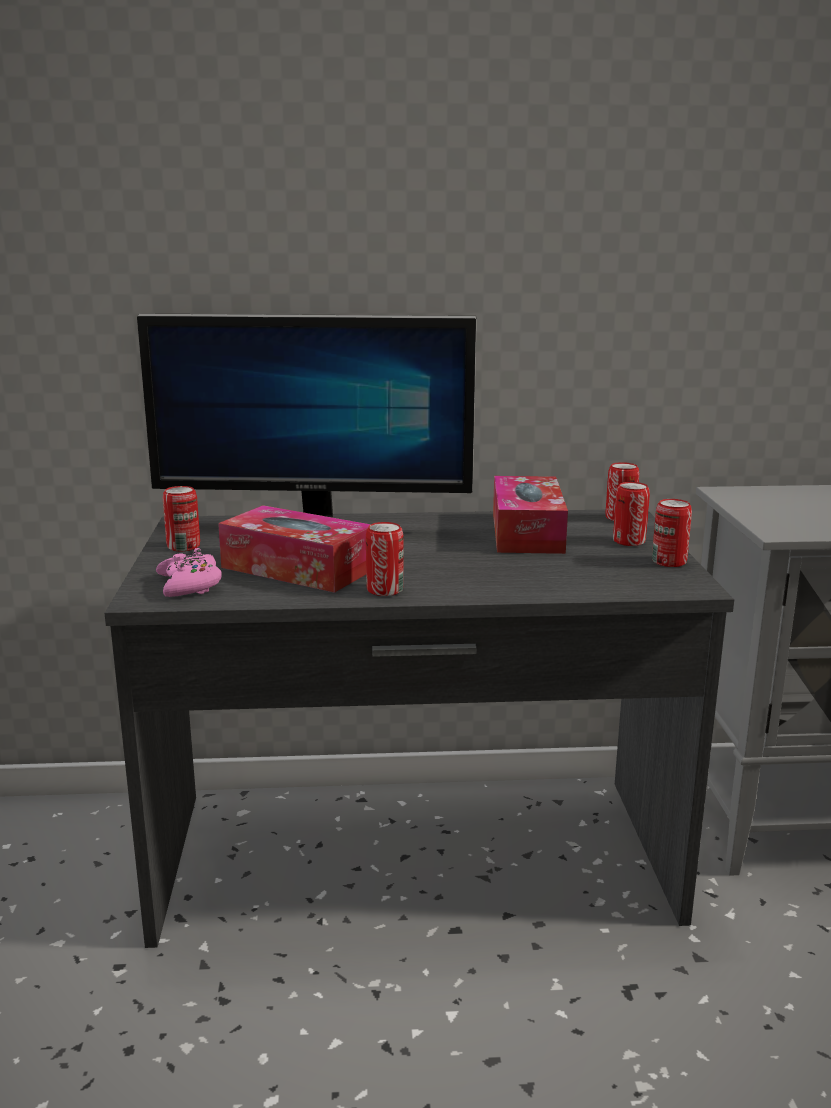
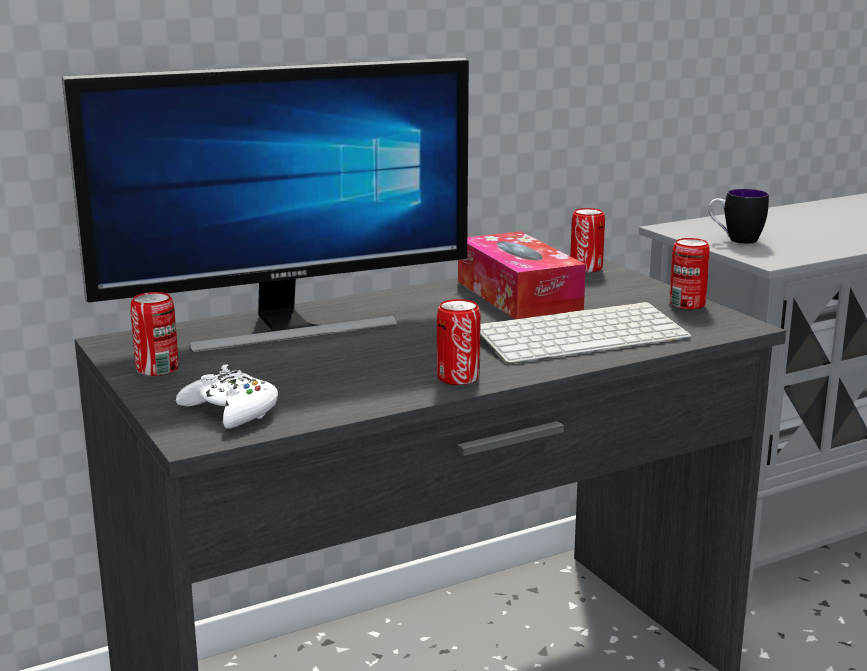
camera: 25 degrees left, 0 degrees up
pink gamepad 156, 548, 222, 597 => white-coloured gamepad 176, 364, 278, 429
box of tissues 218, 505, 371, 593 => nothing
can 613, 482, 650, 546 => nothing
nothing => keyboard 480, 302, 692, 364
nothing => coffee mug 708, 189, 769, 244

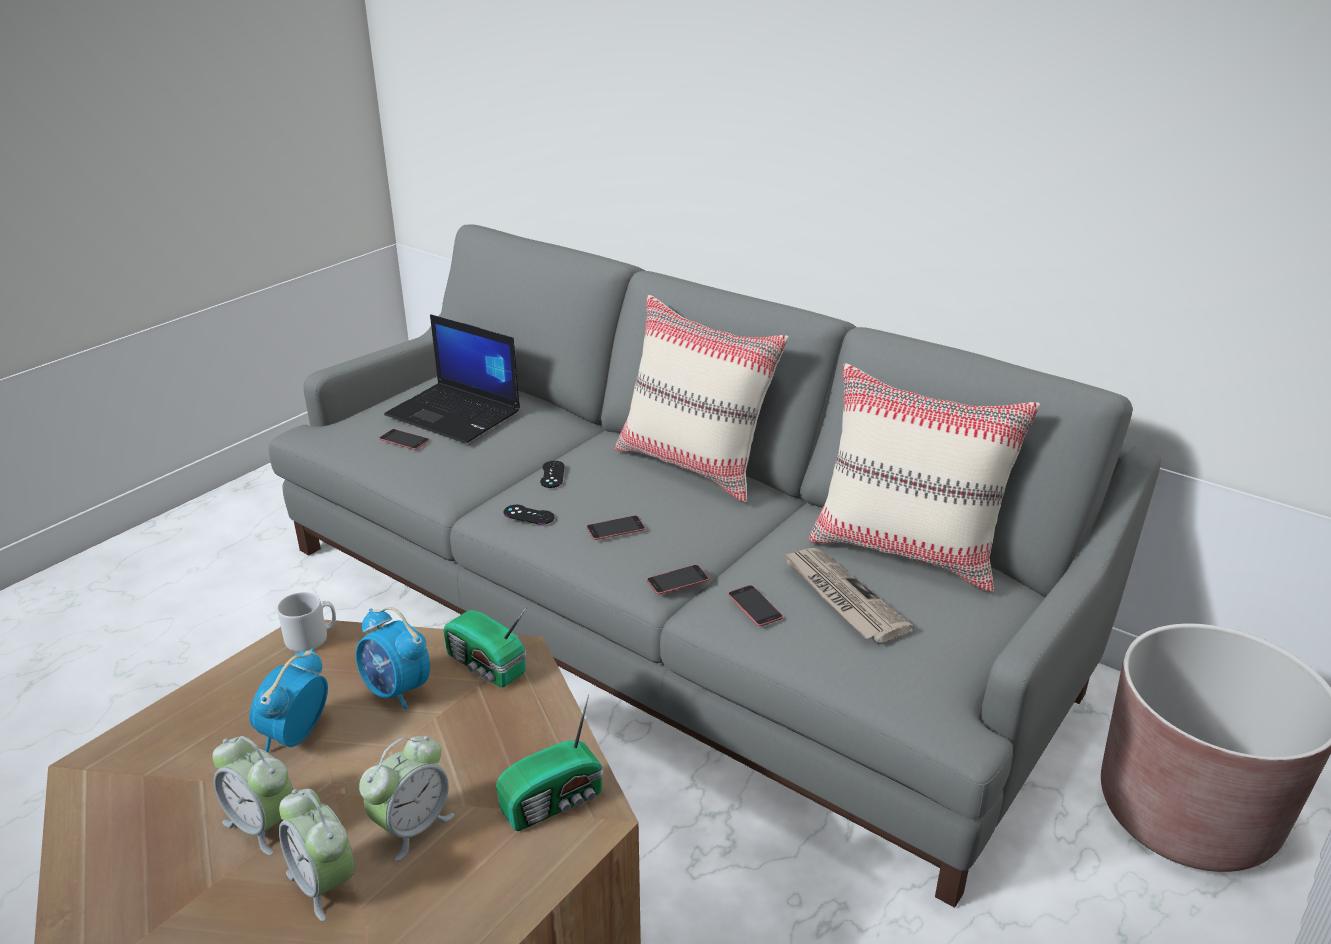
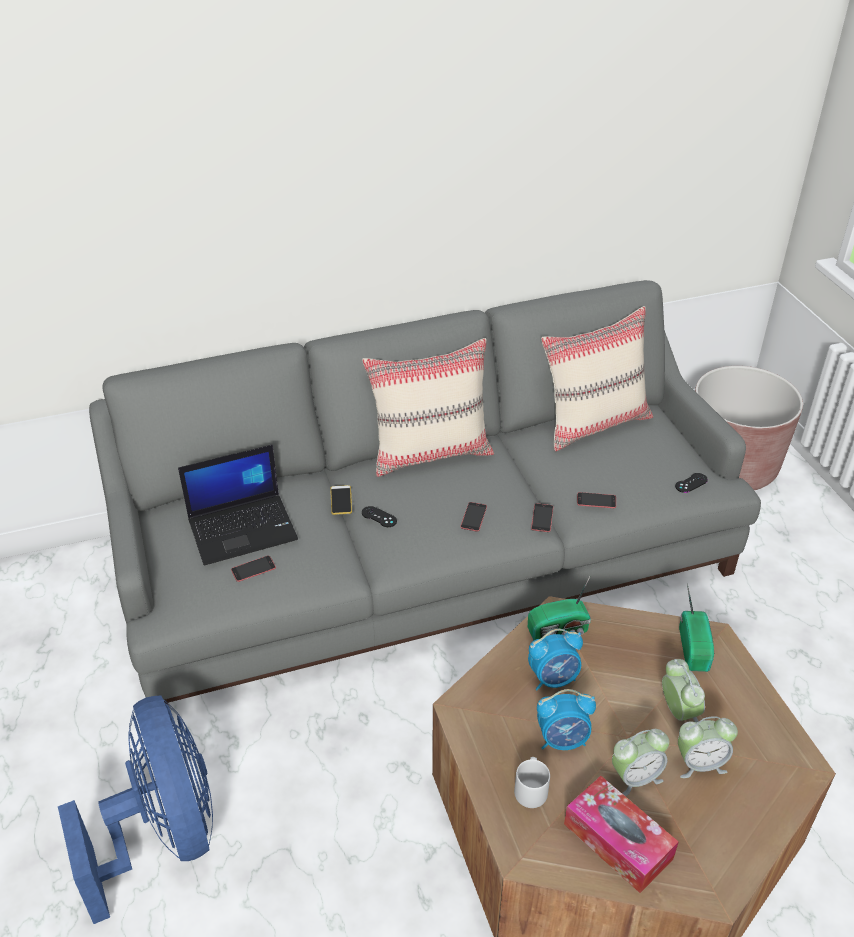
camera: 55 degrees left, 10 degrees up
bedside clock 250, 648, 328, 753 => bedside clock 537, 689, 596, 750, 60 degrees counterclockwise
gray coffee mug 277, 592, 336, 652 => gray coffee mug 514, 757, 550, 808, shifted
black gamepad 504, 505, 554, 525 => black gamepad 675, 473, 708, 493, shifted
printed paper 782, 548, 914, 643 => nothing
nothing => blue-coloured fan 58, 695, 213, 924
nothing => handset 330, 485, 352, 515
nothing => box of tissues 564, 776, 679, 893

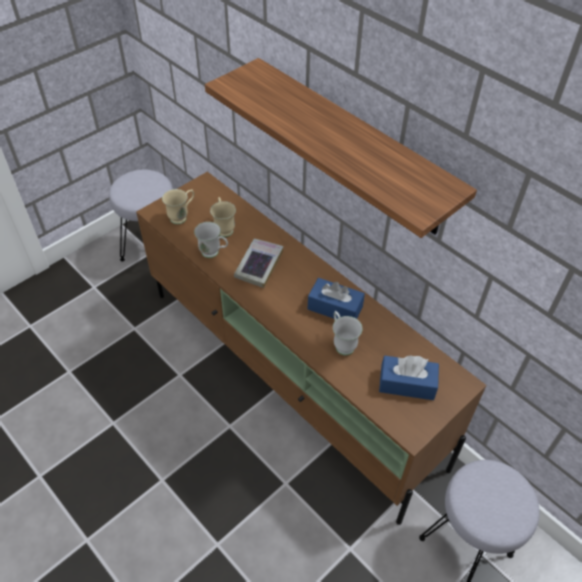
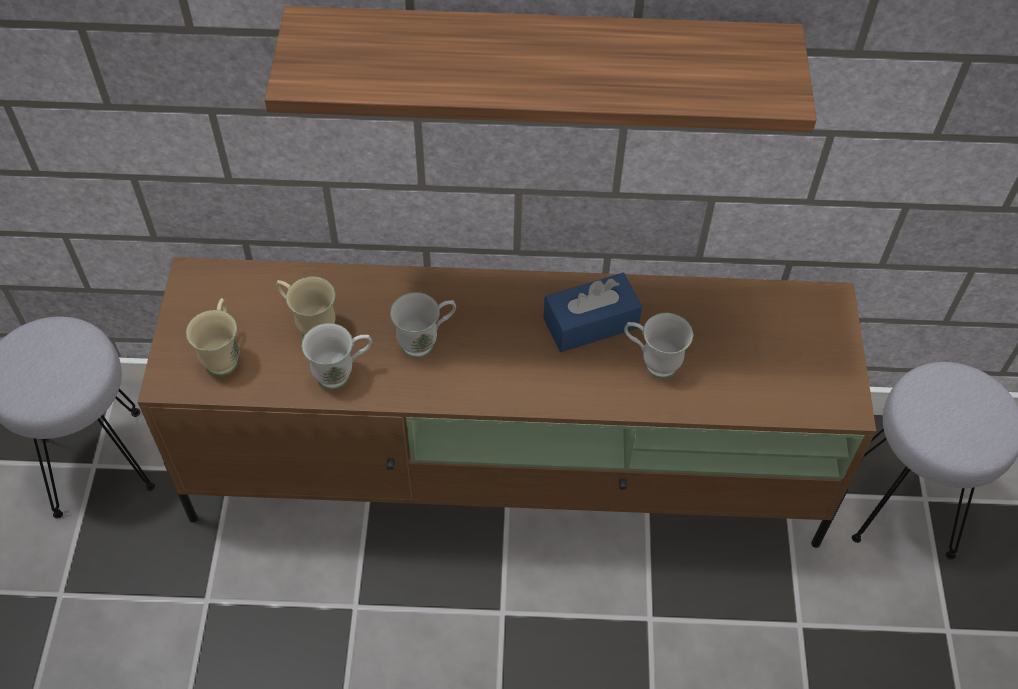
camera: 45 degrees left, 5 degrees up
bound book 234, 239, 283, 288 => white-coloured coffee mug 390, 292, 456, 358
blue-coloured box of tissues 379, 355, 439, 400 => nothing

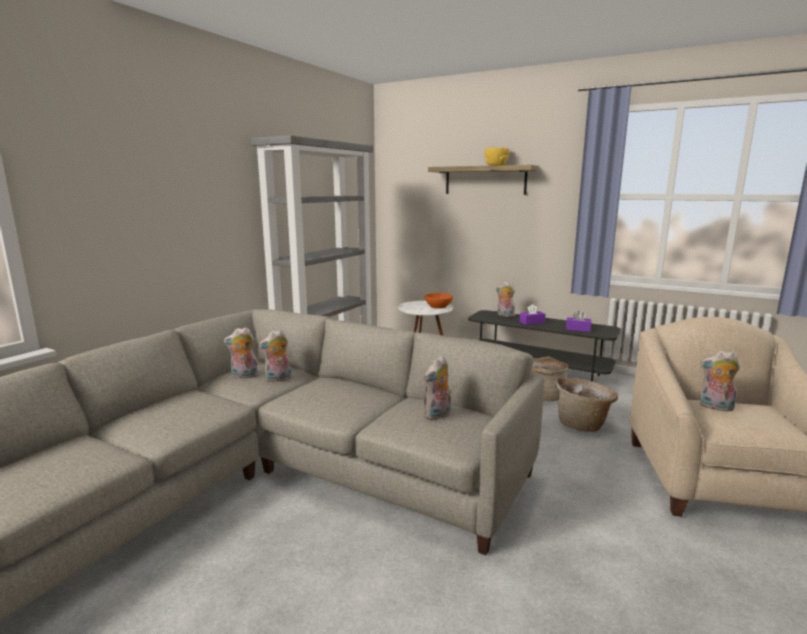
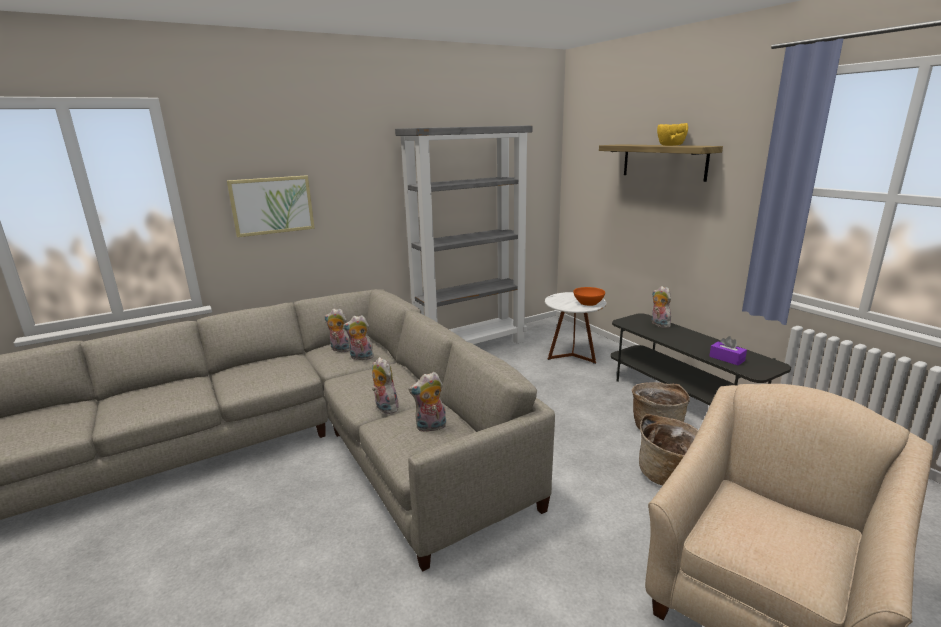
camera: 30 degrees right, 5 degrees up
purplish box of tissues 520, 304, 546, 325 => nothing
plush toy 700, 351, 740, 411 => plush toy 372, 357, 399, 414, shifted
nothing => picture 227, 175, 315, 237

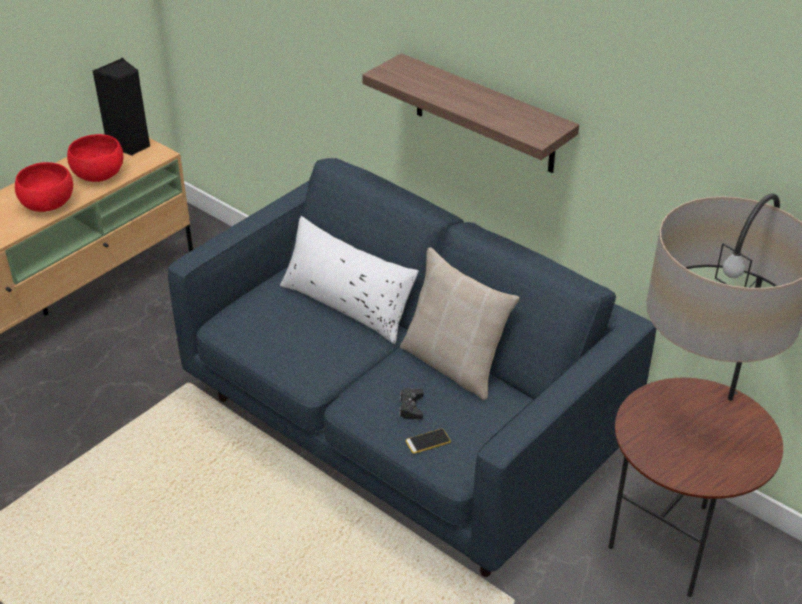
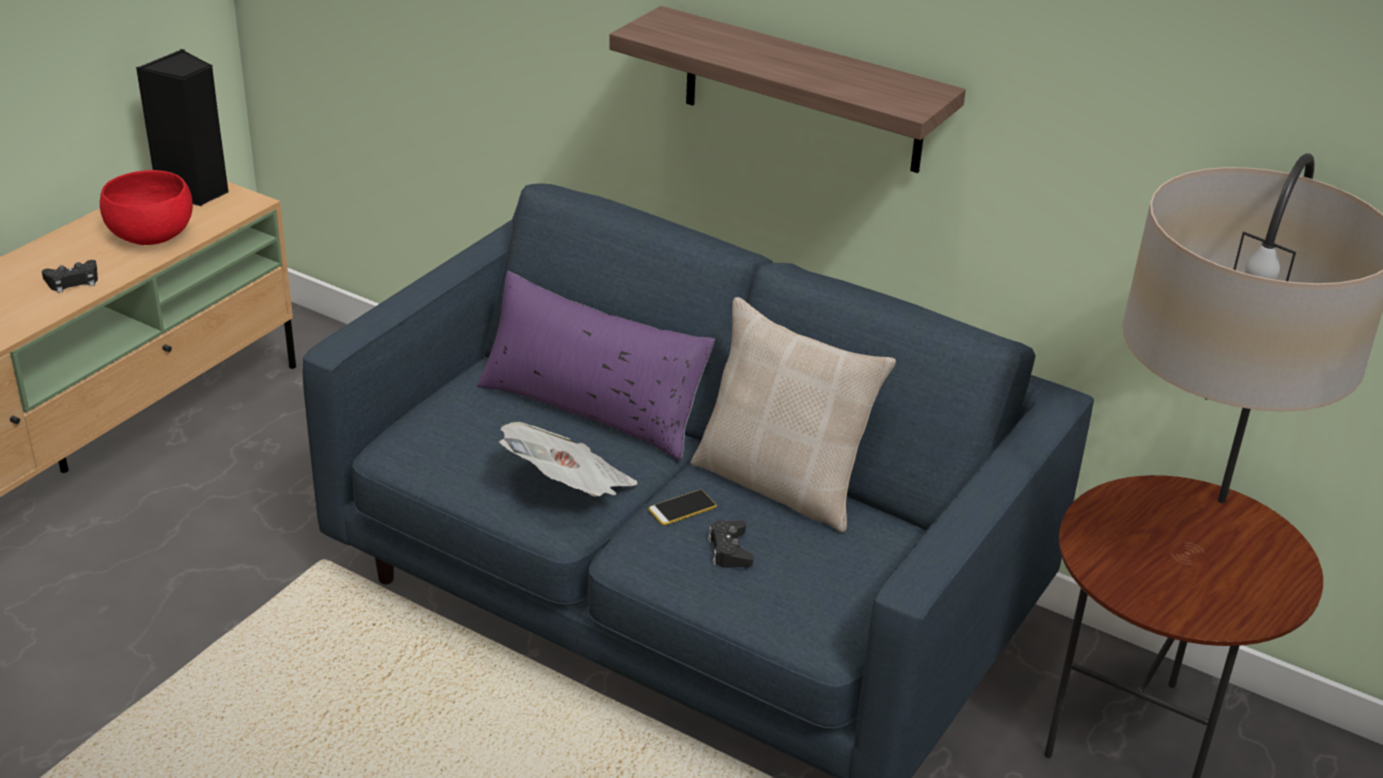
camera: 10 degrees left, 5 degrees down
red-coloured deep dish 15, 162, 73, 212 => black gamepad 42, 260, 98, 293
white-coloured pillow 280, 216, 419, 344 => purplish pillow 477, 271, 715, 460
handset 405, 429, 451, 454 => handset 648, 490, 717, 525, shifted
nothing => printed paper 499, 422, 638, 497

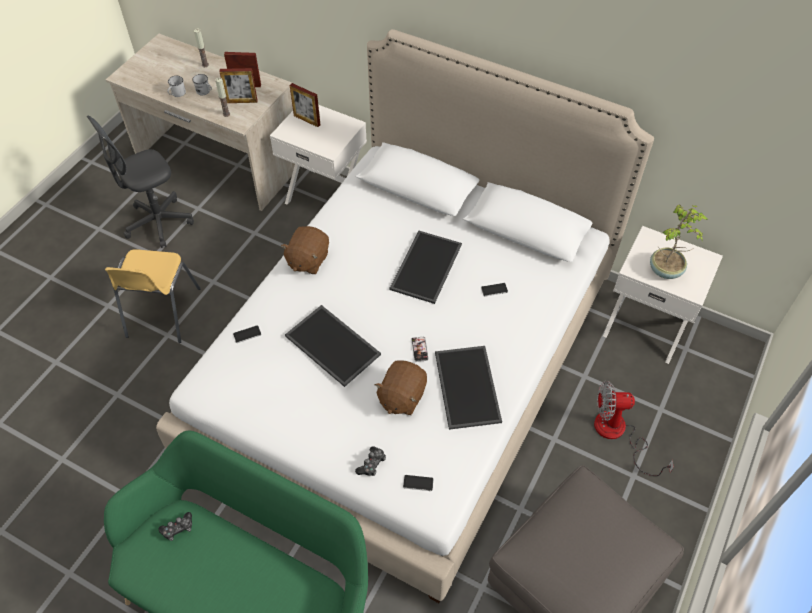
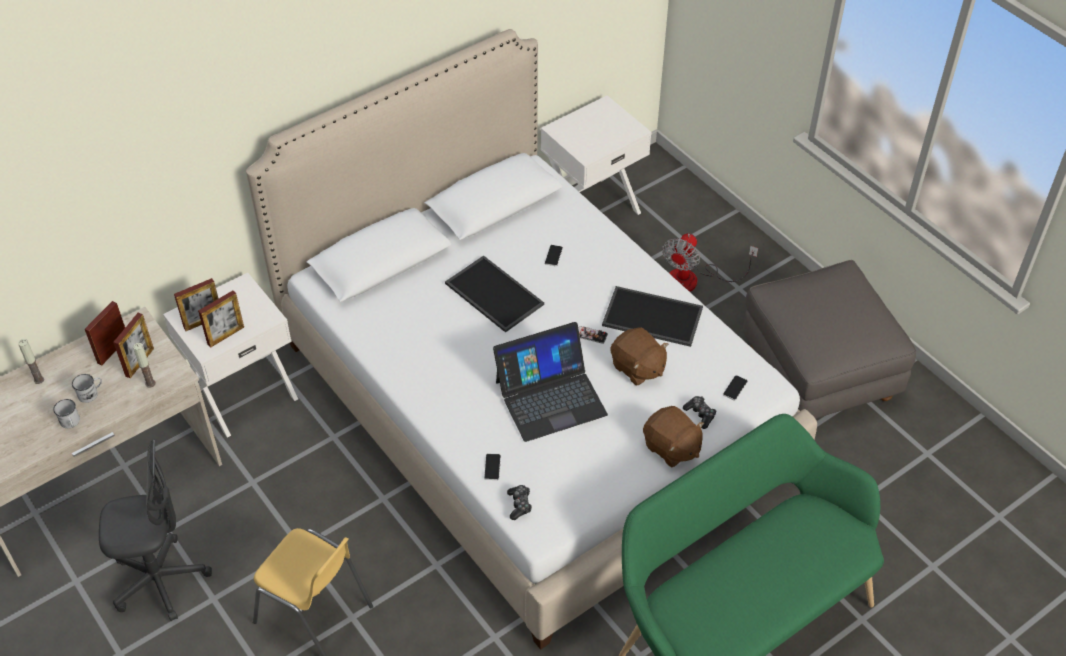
camera: 65 degrees left, 5 degrees down
gray office chair 87, 116, 194, 248 => gray office chair 99, 439, 212, 621, 90 degrees counterclockwise
gamepad 158, 512, 192, 541 => gamepad 507, 485, 532, 520, shifted
brown plush toy 281, 226, 329, 274 => brown plush toy 643, 406, 704, 468, shifted
tray 285, 305, 381, 387 => laptop 493, 322, 608, 442
houseplant 650, 204, 708, 279 => nothing
nothing => standing frame 198, 291, 244, 348

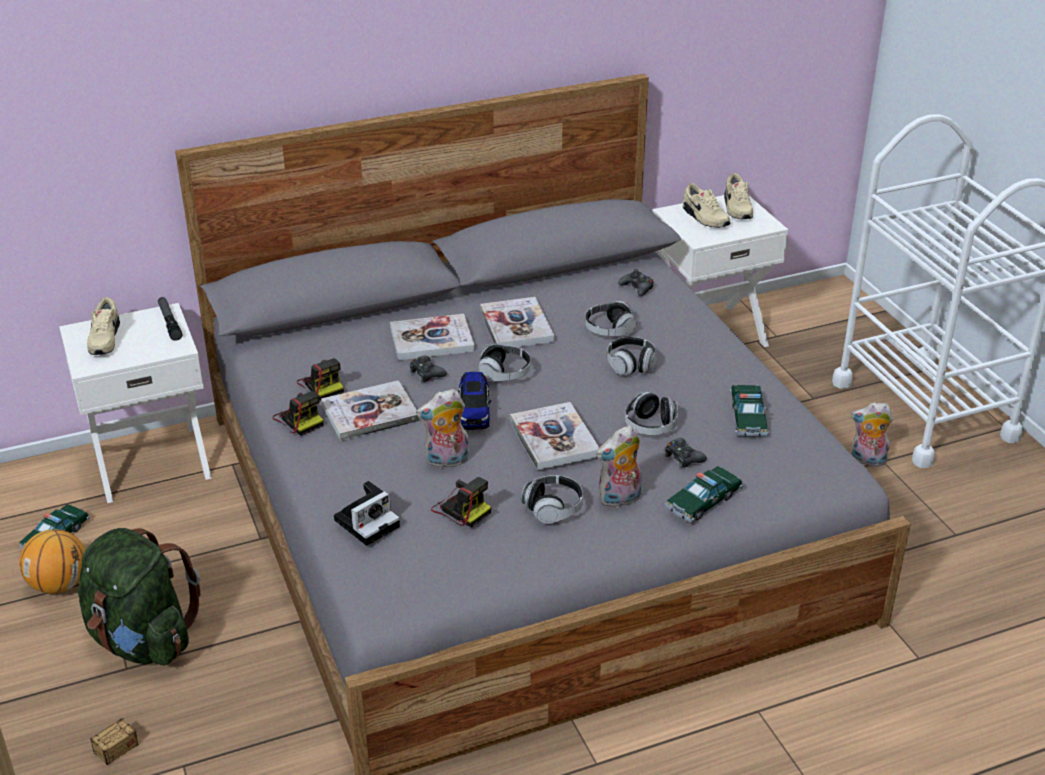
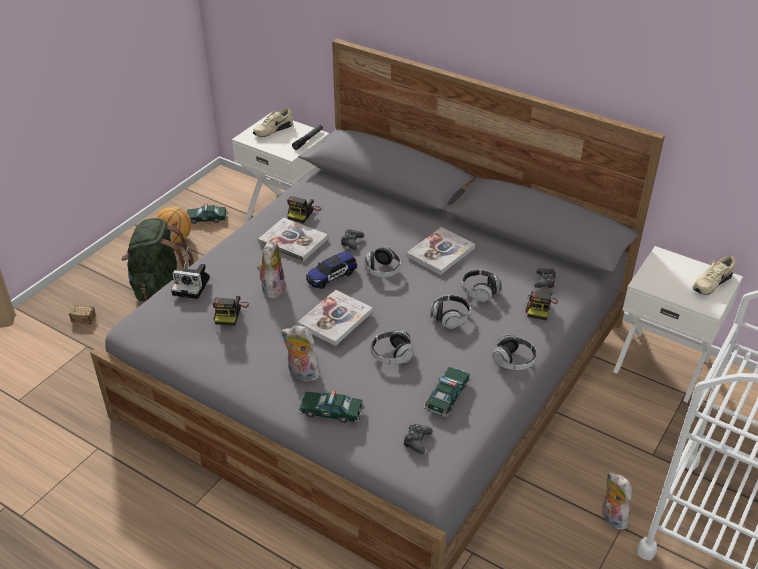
camera: 55 degrees right, 5 degrees up
still camera 273, 391, 323, 436 => still camera 525, 291, 558, 321, shifted
bound book 390, 314, 475, 361 => nothing
plush toy 416, 389, 469, 469 => plush toy 257, 241, 286, 299, 60 degrees clockwise
pair of headphones 521, 475, 583, 524 => pair of headphones 492, 334, 537, 370, shifted
black gamepad 665, 438, 707, 468 => black gamepad 403, 424, 433, 454, shifted
beige item of footwear 683, 183, 730, 228 => nothing
model car 730, 385, 769, 436 => model car 424, 367, 471, 417, 150 degrees clockwise

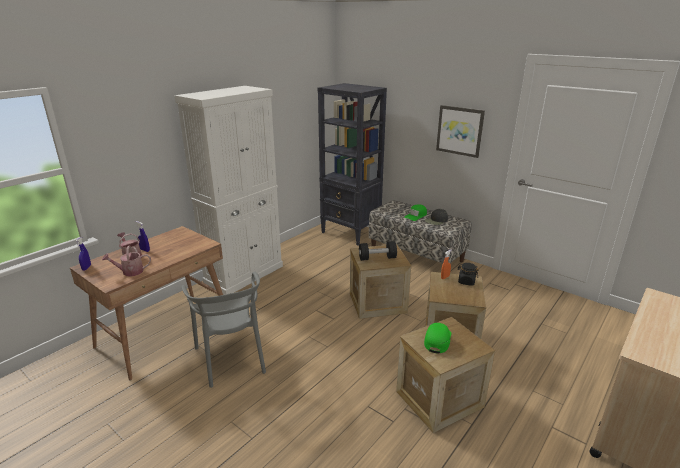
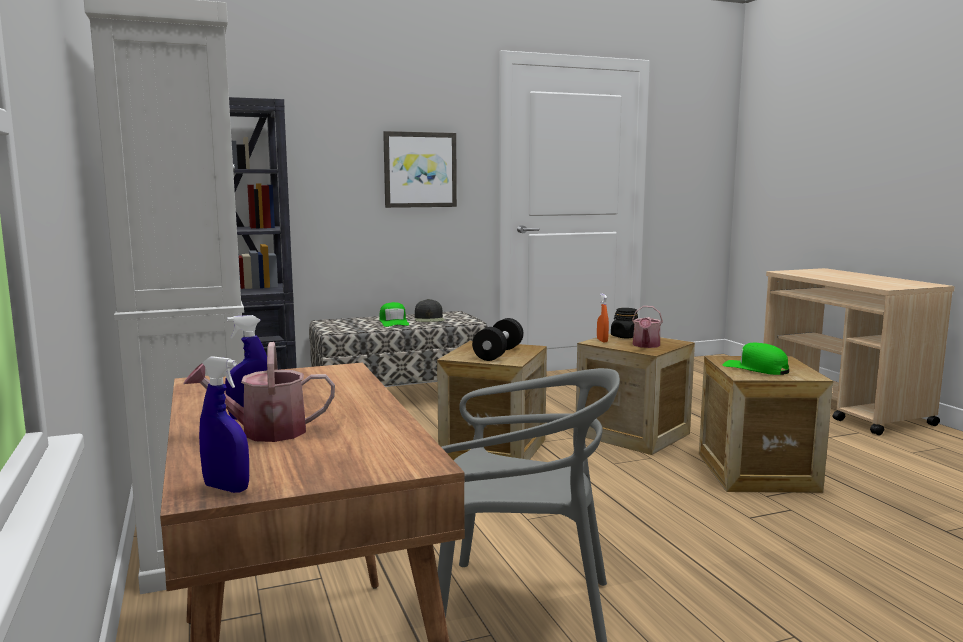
camera: 60 degrees left, 15 degrees down
watering can 102, 246, 151, 277 => watering can 632, 306, 663, 348, shifted

